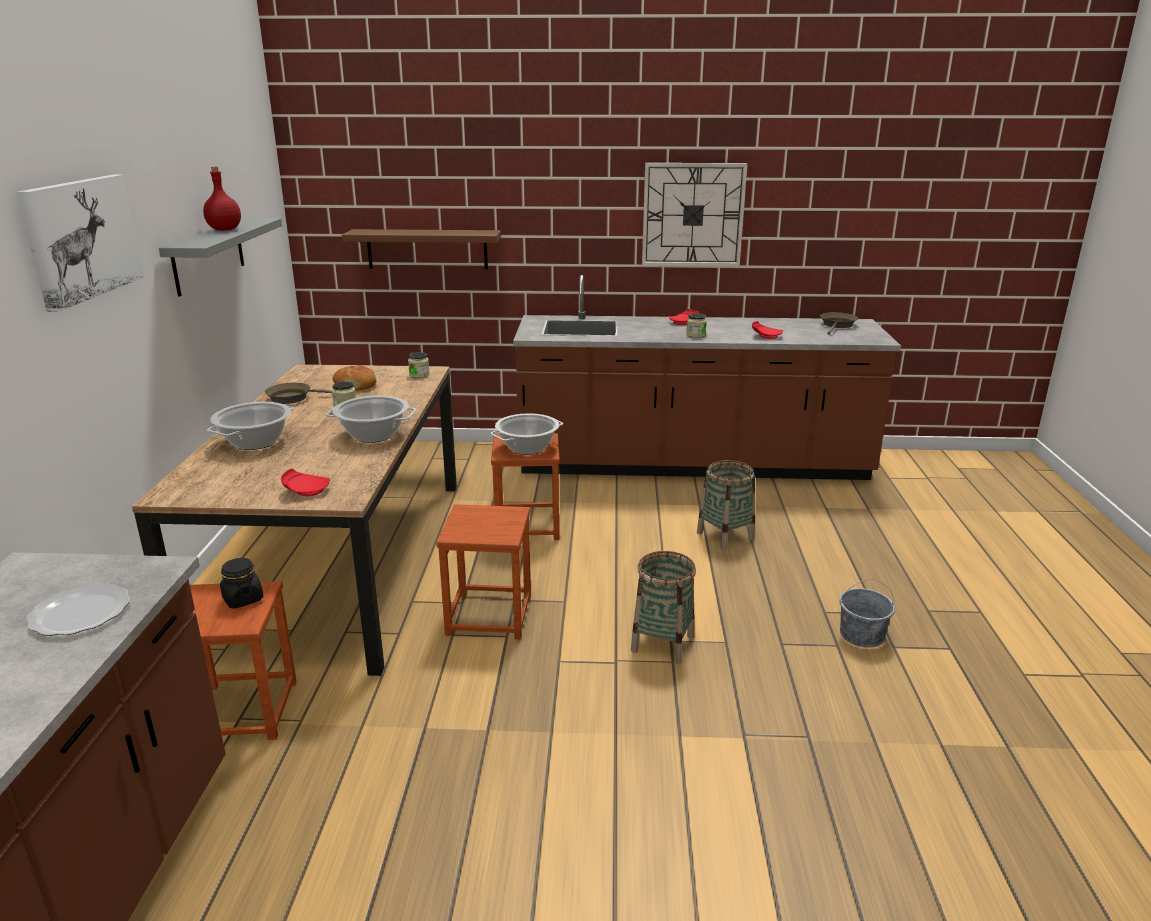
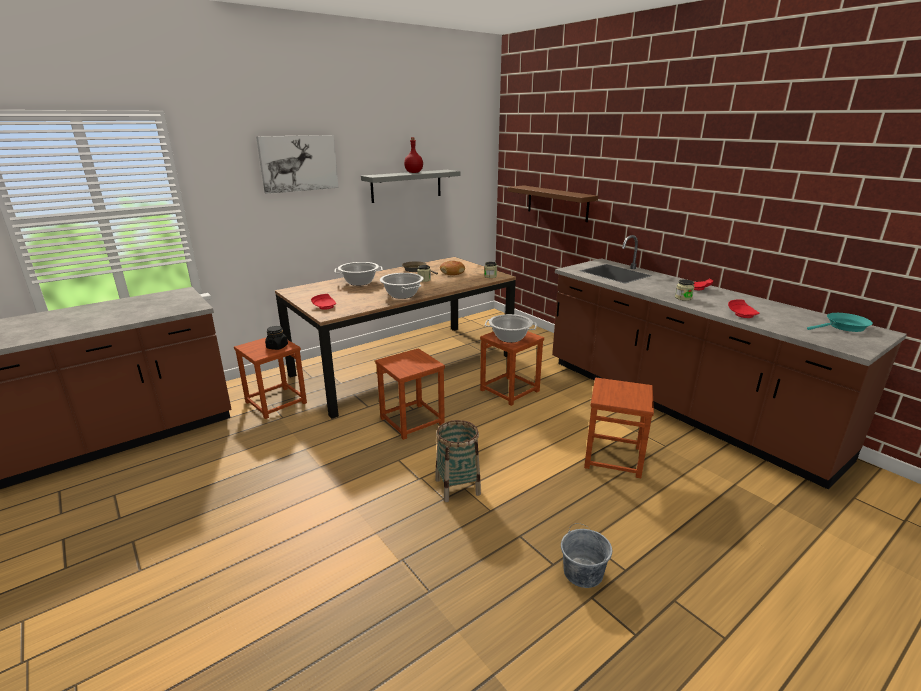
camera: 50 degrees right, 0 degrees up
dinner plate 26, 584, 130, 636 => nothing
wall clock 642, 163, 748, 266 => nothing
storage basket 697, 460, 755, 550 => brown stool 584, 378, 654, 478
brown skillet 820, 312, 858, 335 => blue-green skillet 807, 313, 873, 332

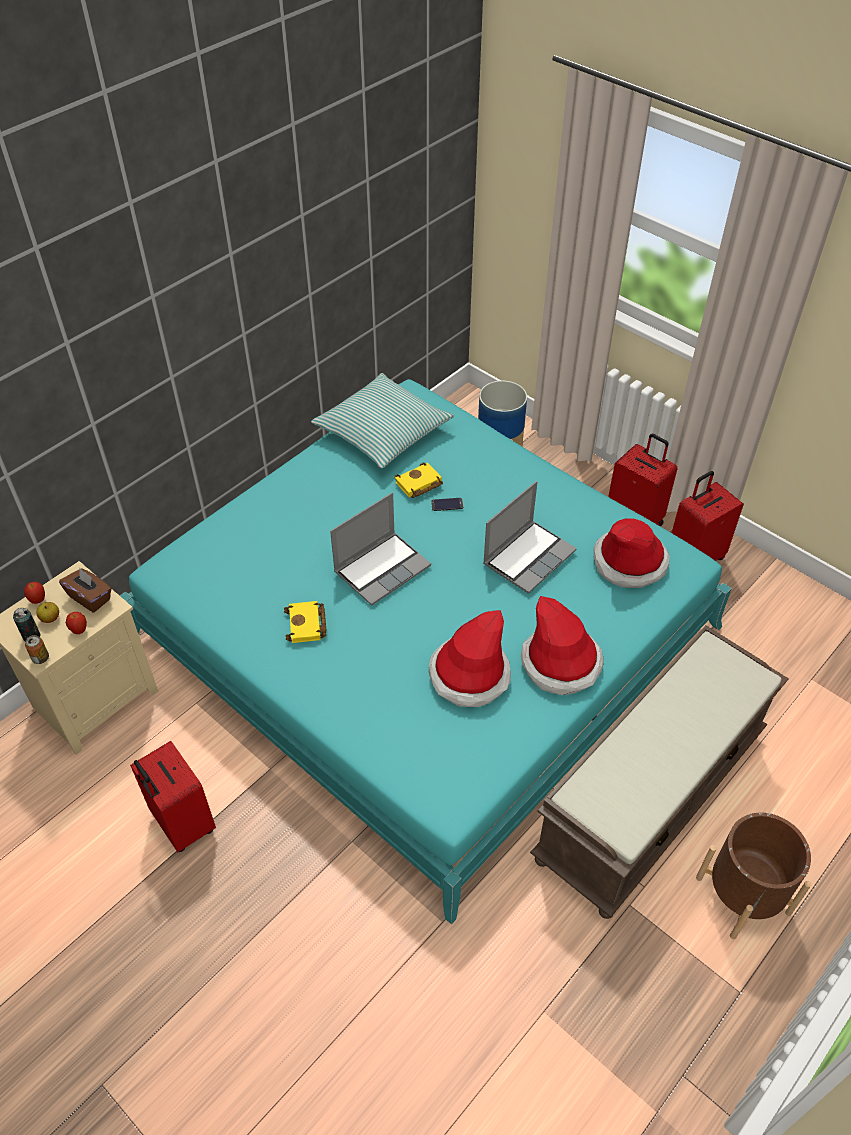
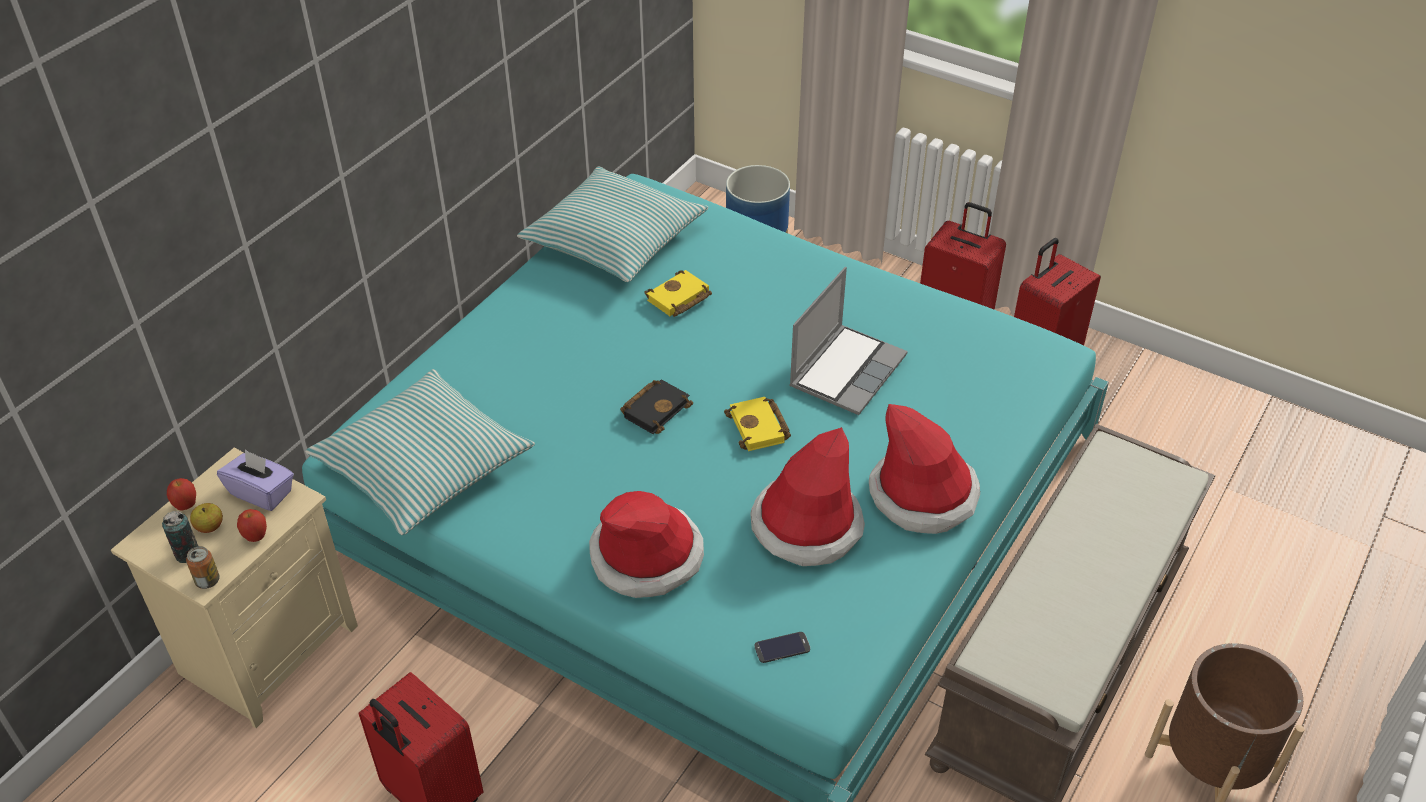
camera: 10 degrees left, 5 degrees down
brown box of tissues 59, 568, 112, 613 => purplish box of tissues 217, 449, 294, 511
yellow bound book 284, 601, 327, 643 => yellow bound book 724, 397, 791, 451, shifted
laptop 330, 492, 431, 606 => black bound book 620, 380, 693, 434
handset 431, 498, 464, 511 => handset 754, 632, 810, 663, shifted
wearable hat 594, 518, 670, 588 => wearable hat 589, 491, 704, 598, shifted
nothing => pillow 305, 369, 535, 535

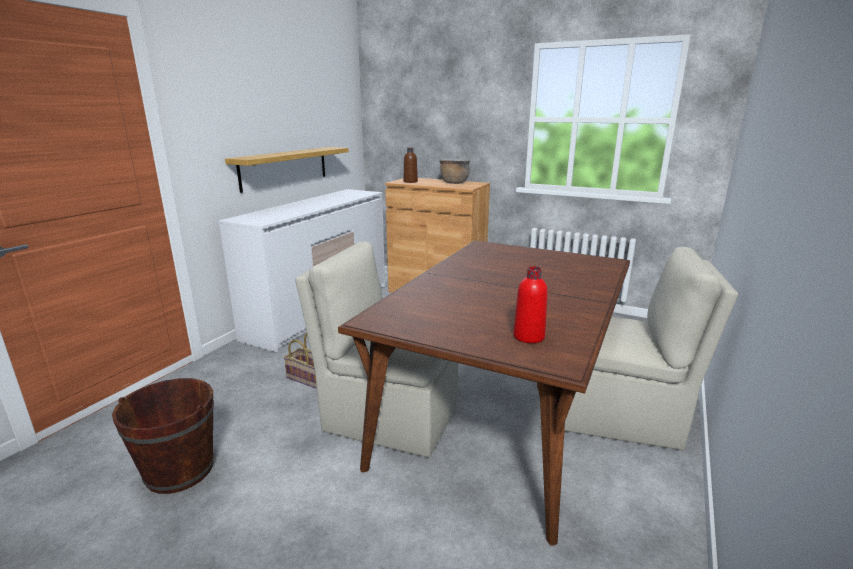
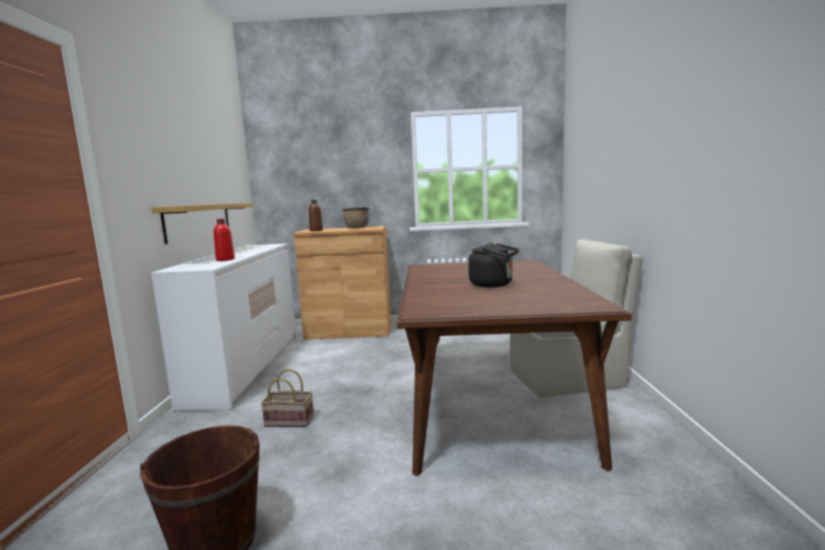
camera: 25 degrees left, 10 degrees down
beige upright chair 295, 242, 458, 457 => nothing
red-coloured drink bottle 513, 266, 548, 343 => red-coloured drink bottle 213, 219, 235, 261, shifted
nothing => black kettle 468, 243, 519, 287

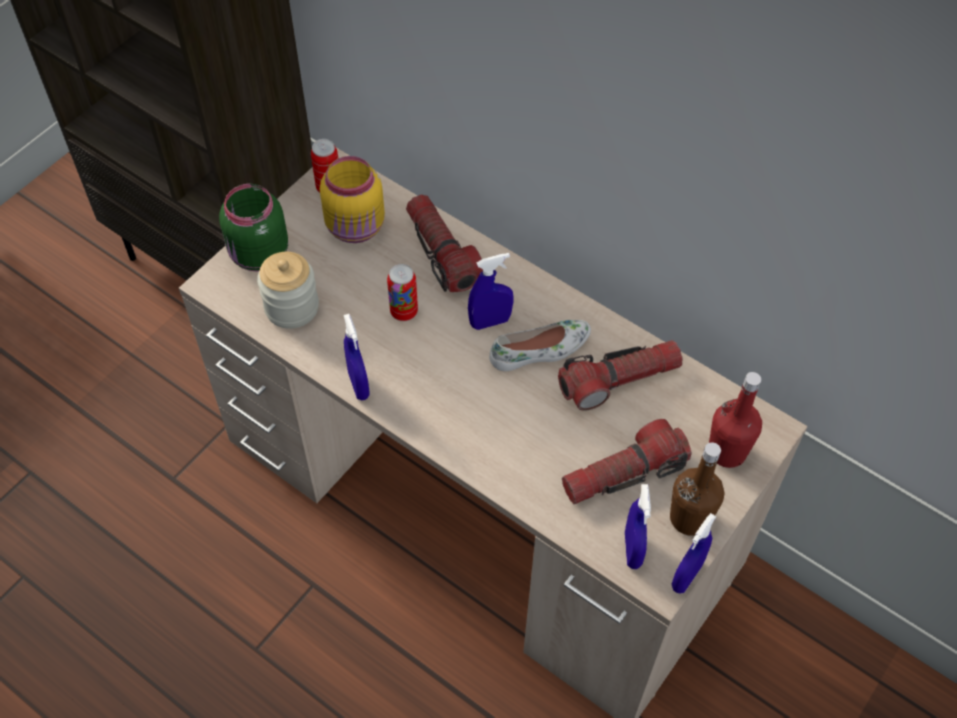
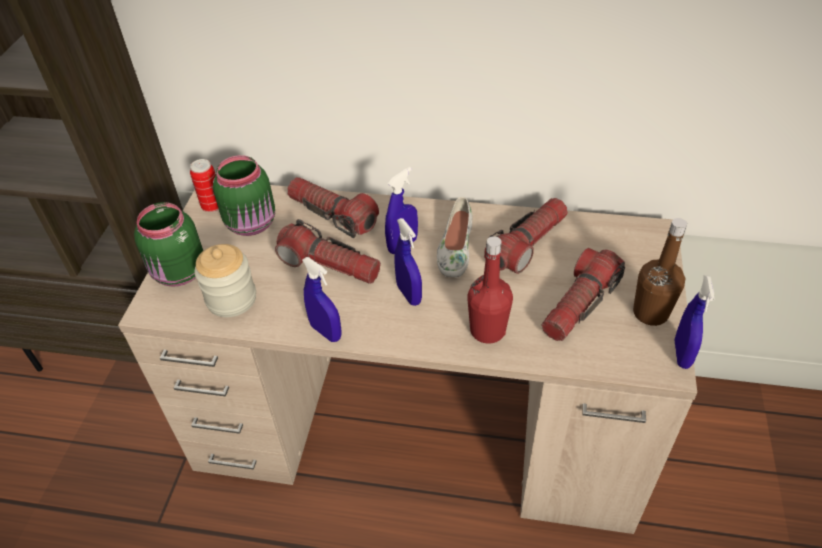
camera: 25 degrees left, 10 degrees down
yellow preserve jar 320, 156, 385, 243 => green-coloured preserve jar 213, 155, 275, 236
can 387, 264, 418, 321 => flashlight 275, 219, 381, 284
white-coloured item of footwear 489, 320, 591, 371 => white-coloured item of footwear 437, 197, 472, 278, 150 degrees clockwise
blue-coloured sprayer 625, 484, 651, 569 => blue-coloured sprayer 394, 218, 422, 306, shifted
red-coloured drink bottle 709, 372, 762, 468 => red-coloured drink bottle 467, 236, 513, 344, shifted

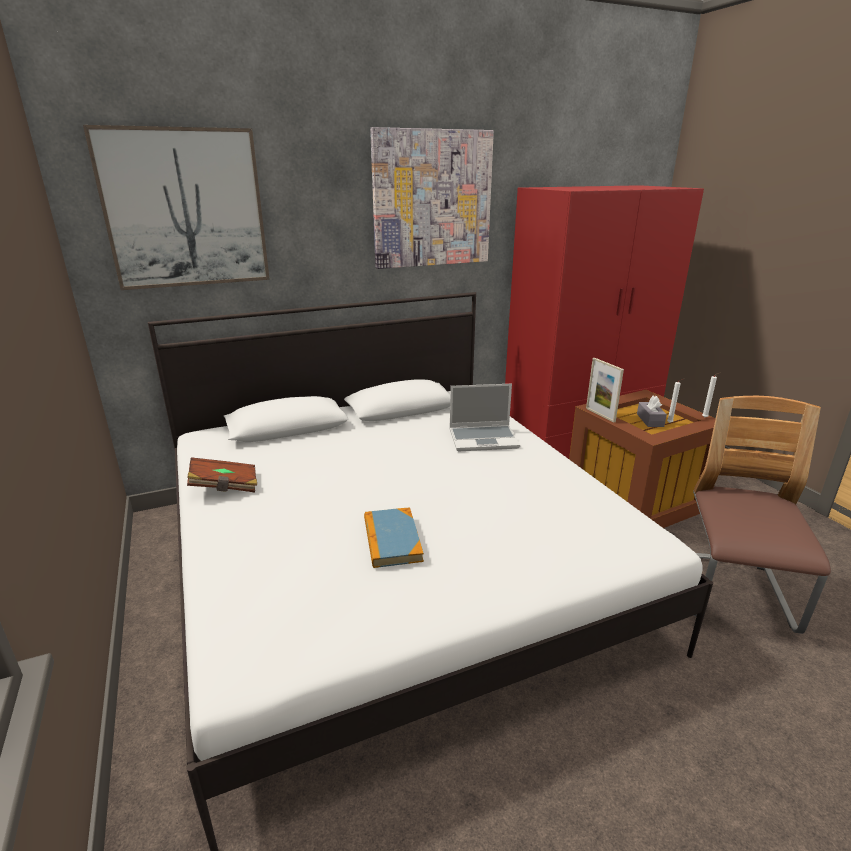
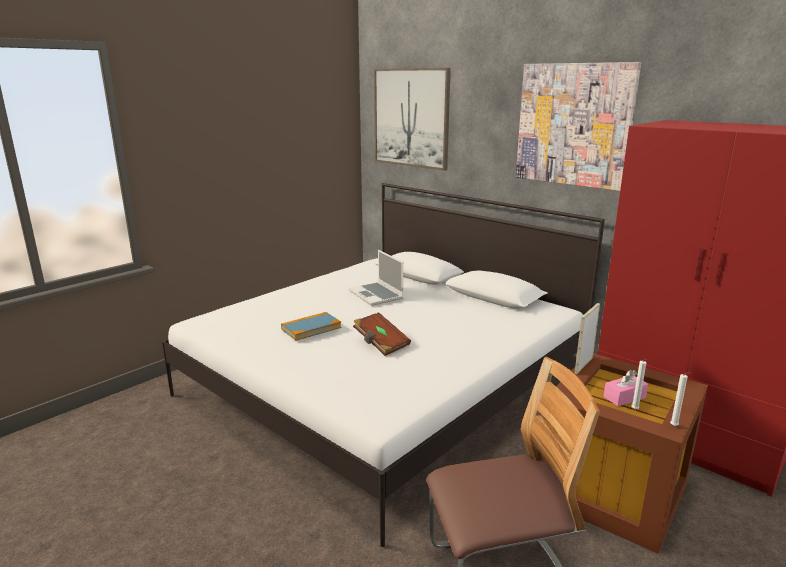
camera: 65 degrees right, 5 degrees down
brown bound book 187, 457, 257, 492 => brown bound book 353, 312, 411, 356, shifted
laptop 450, 384, 520, 451 => laptop 349, 250, 404, 306, shifted
gray box of tissues 637, 396, 667, 427 => pink box of tissues 603, 370, 648, 406

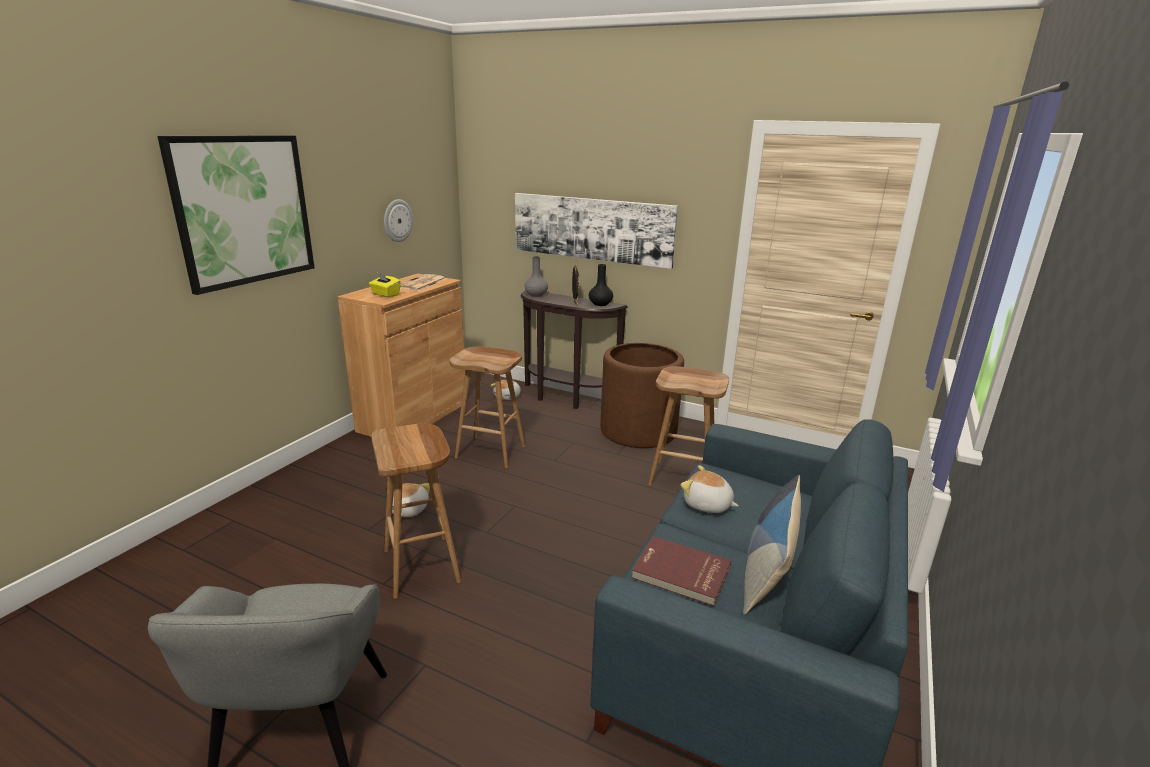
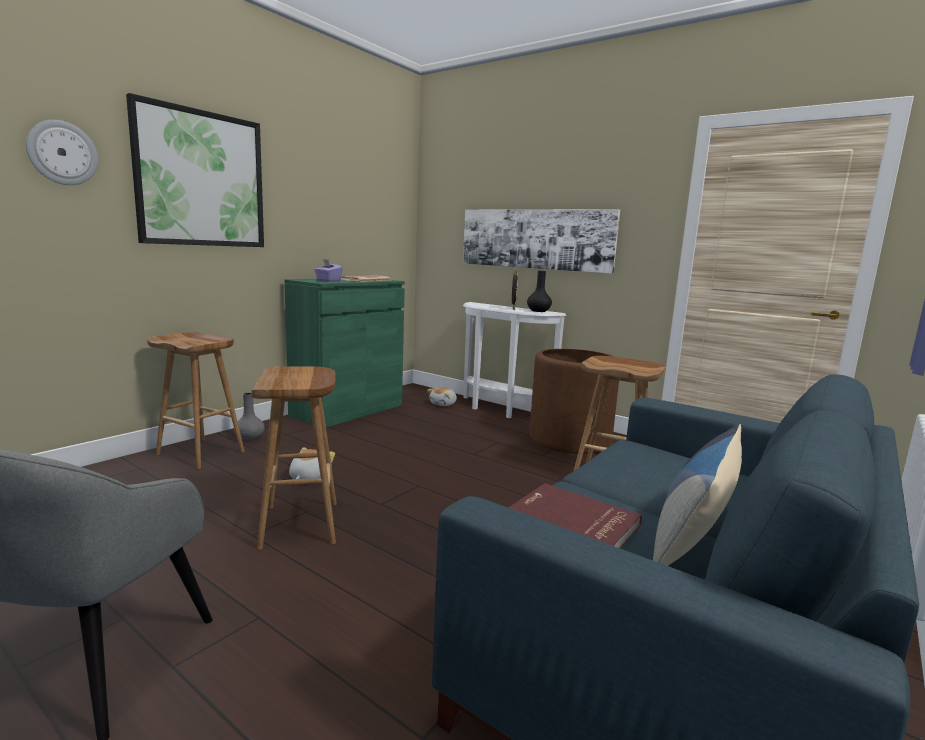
camera: 10 degrees right, 10 degrees down
brown cabinet 338, 274, 465, 437 => green-coloured cabinet 285, 279, 405, 428
yellow box of tissues 369, 273, 401, 298 => purplish box of tissues 314, 259, 343, 282
wall clock 384, 199, 413, 242 => wall clock 26, 120, 98, 185, shifted
brown stool 449, 346, 525, 468 => brown stool 147, 332, 245, 469, shifted
brown console table 521, 290, 628, 409 => white-coloured console table 463, 302, 567, 418
gray decorative vase 525, 256, 548, 297 => gray decorative vase 234, 393, 265, 441, shifted
plush toy 681, 465, 738, 513 => nothing

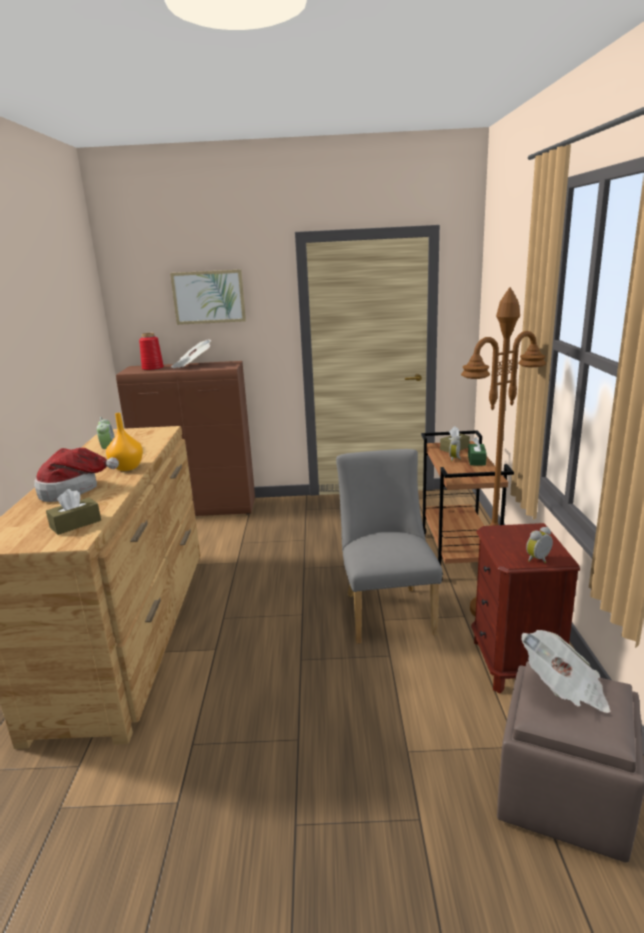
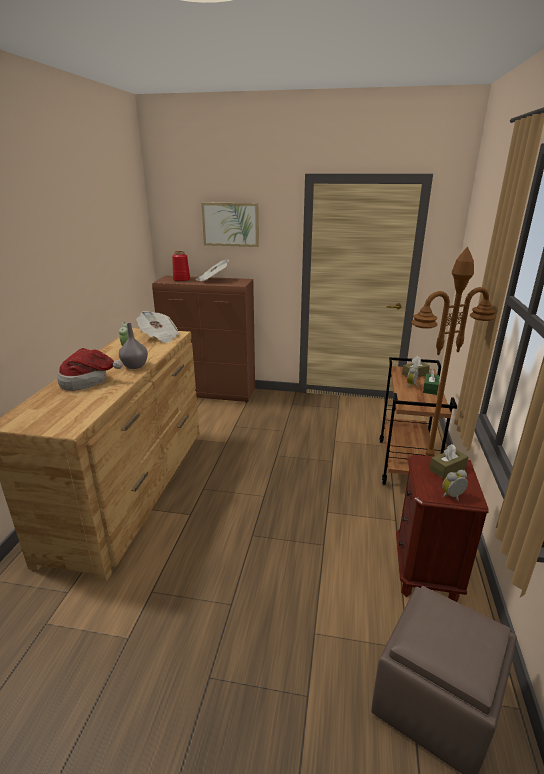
camera: 10 degrees right, 5 degrees up
brown box of tissues 46, 489, 101, 535 => brown box of tissues 429, 444, 469, 479, shifted
orangey decorative vase 106, 413, 143, 471 => gray decorative vase 119, 323, 148, 369
gray upright chair 336, 449, 443, 644 => nothing
printed paper 521, 630, 611, 713 => printed paper 136, 311, 180, 343, shifted

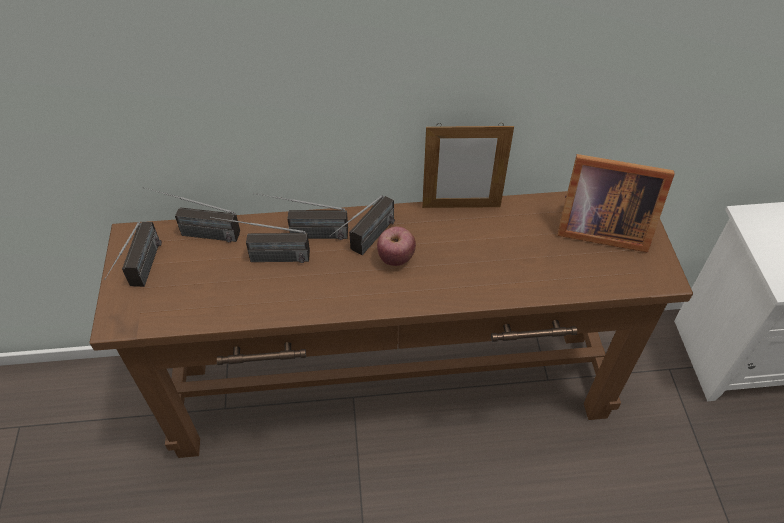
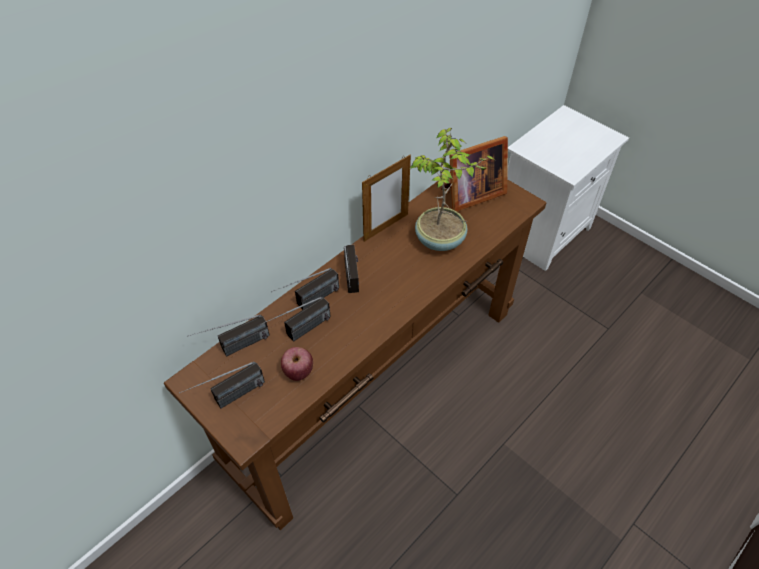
camera: 40 degrees left, 0 degrees up
radio 104, 221, 162, 287 => radio 179, 362, 265, 409, 90 degrees clockwise
apple 377, 226, 416, 266 => apple 281, 347, 313, 381, shifted
nothing => houseplant 409, 128, 493, 251

